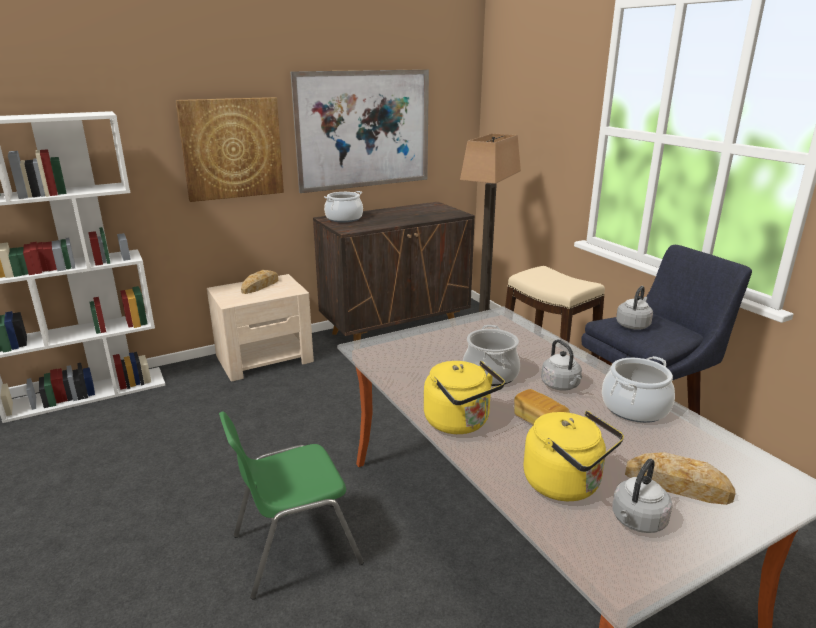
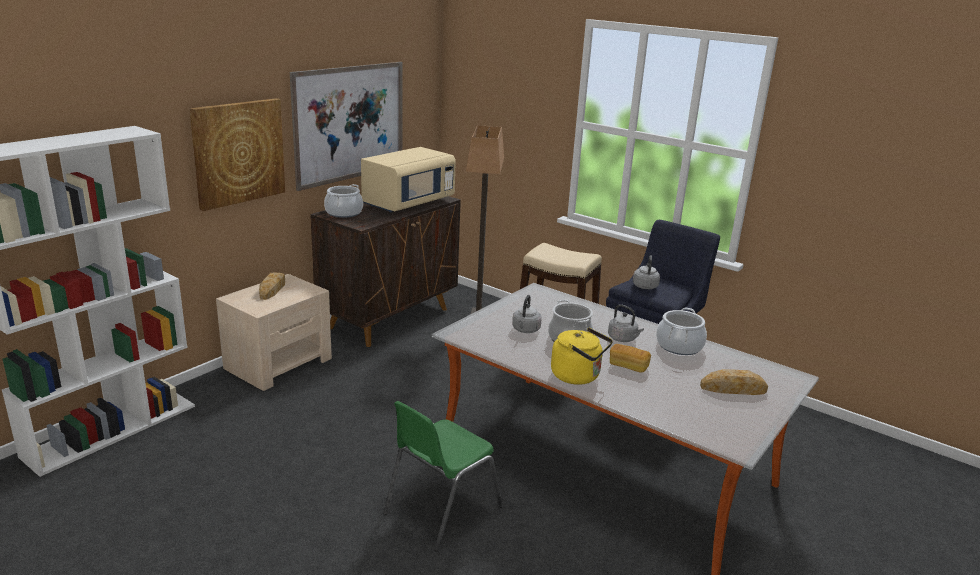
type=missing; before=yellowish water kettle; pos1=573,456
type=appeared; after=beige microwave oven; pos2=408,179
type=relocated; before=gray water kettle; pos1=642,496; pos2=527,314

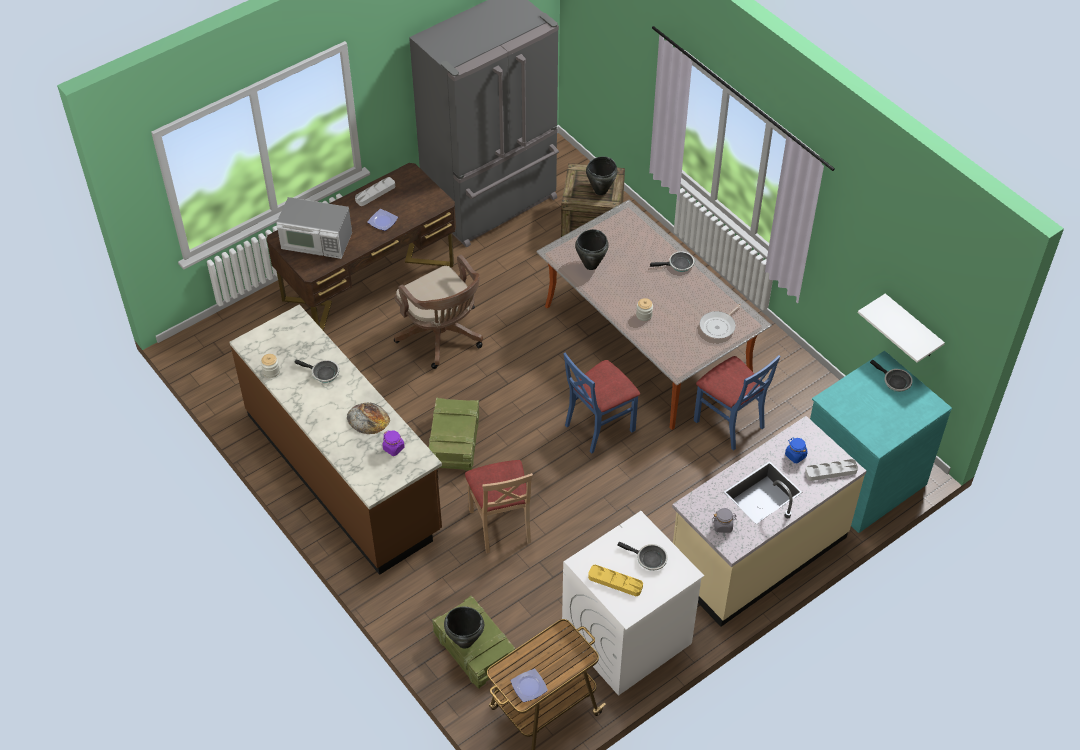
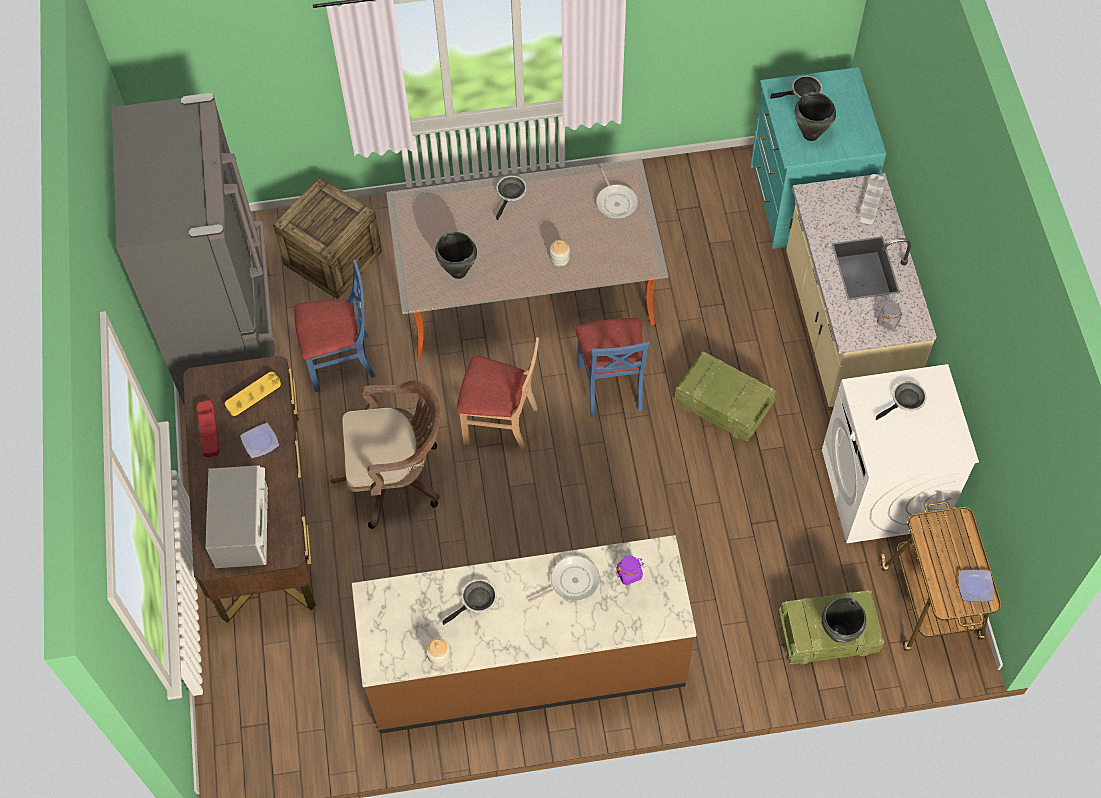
type=missing; before=bluish storage jar; pos1=796,450
type=missing; before=white-coloured shelf; pos1=901,328
type=relocated; before=crate; pos1=454,434; pos2=725,397
type=relocated; before=beige chair; pos1=499,506; pos2=498,395
type=relocated; before=black-coloured cooking pot; pos1=601,175; pos2=815,116
type=relocated; before=yellowish serving tray; pos1=615,580; pos2=253,394
type=relocated; before=bluish chair; pos1=737,403; pos2=334,326
type=exchanged; before=bread; after=frying pan; pos1=368,418; pos2=564,579
type=colour; before=gray serving tray; after=reddish serving tray; pos1=375,191; pos2=208,428
type=spun; before=microwave oven; pos1=314,228; pos2=236,516; turn=-45

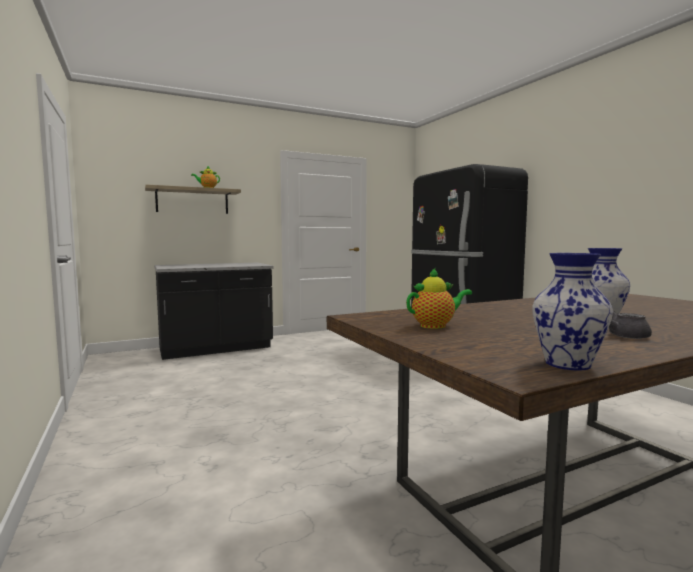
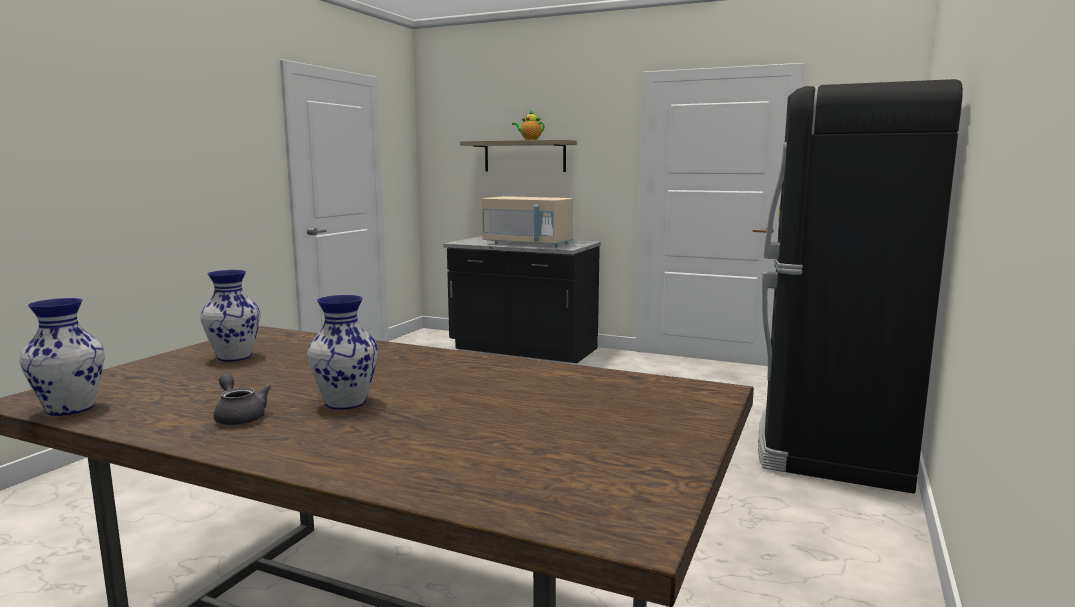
type=appeared; after=beige microwave oven; pos2=527,221
type=exchanged; before=teapot; after=flower vase; pos1=439,298; pos2=230,316

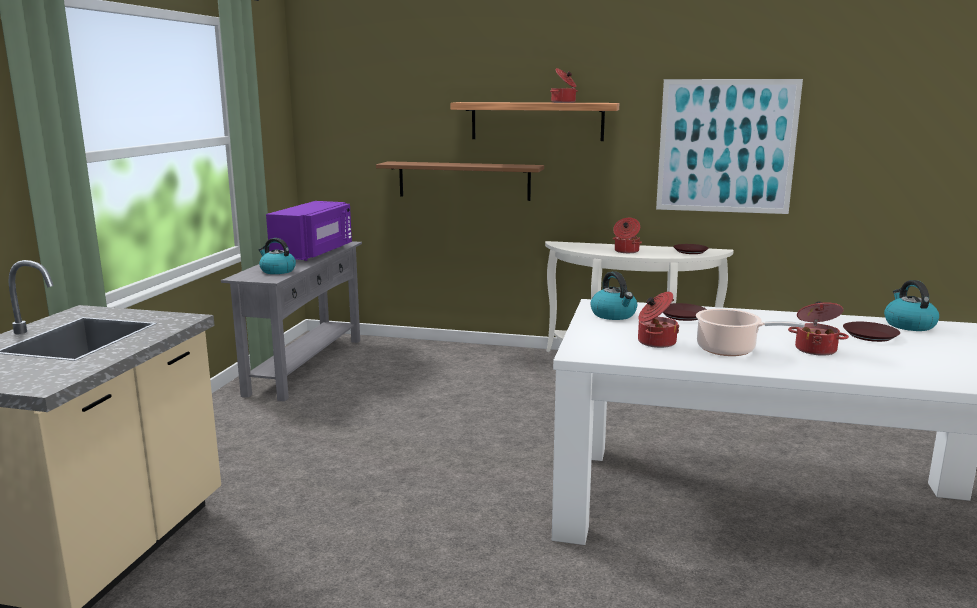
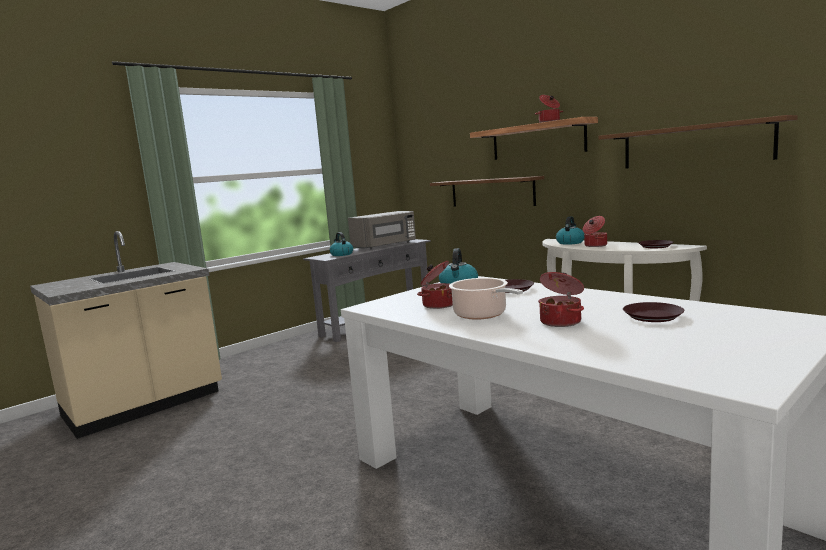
type=relocated; before=water kettle; pos1=911,305; pos2=570,230
type=exchanged; before=wall art; after=brown-coloured shelf; pos1=729,146; pos2=698,142
type=colour; before=purplish microwave oven; after=gray microwave oven; pos1=309,231; pos2=382,230

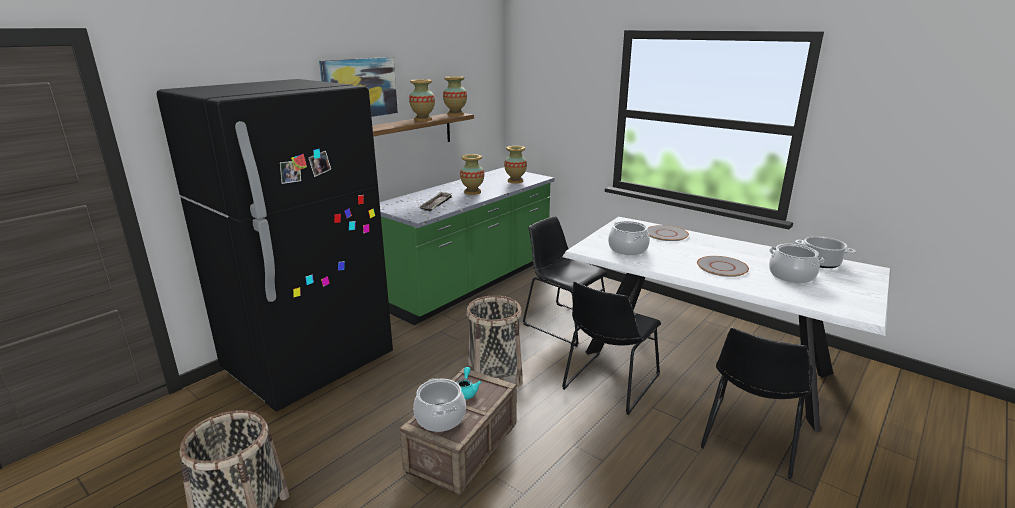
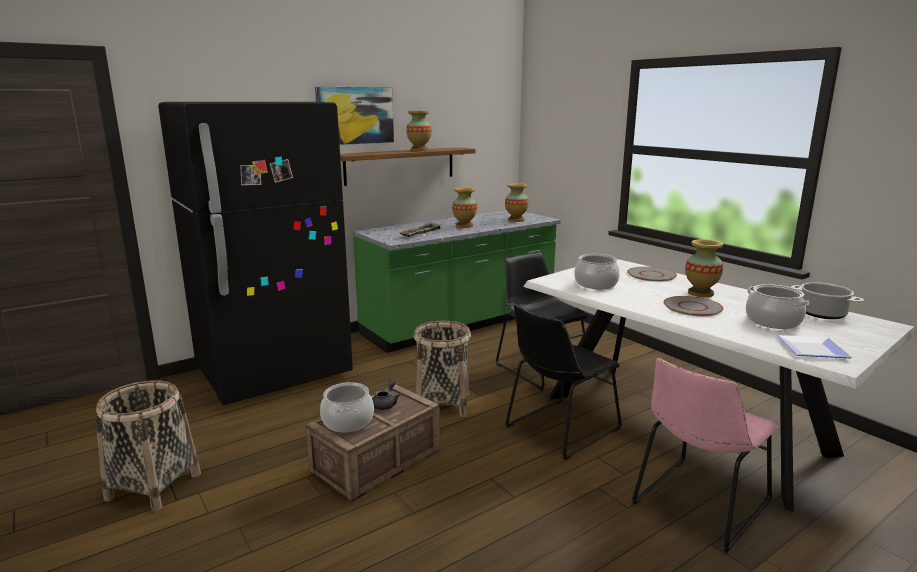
type=appeared; after=plate; pos2=814,346
type=relocated; before=flower vase; pos1=455,96; pos2=704,268
type=colour; before=turquoise teapot; after=gray teapot; pos1=469,383; pos2=386,395
type=colour; before=black-coloured chair; after=pinkish chair; pos1=757,403; pos2=705,455

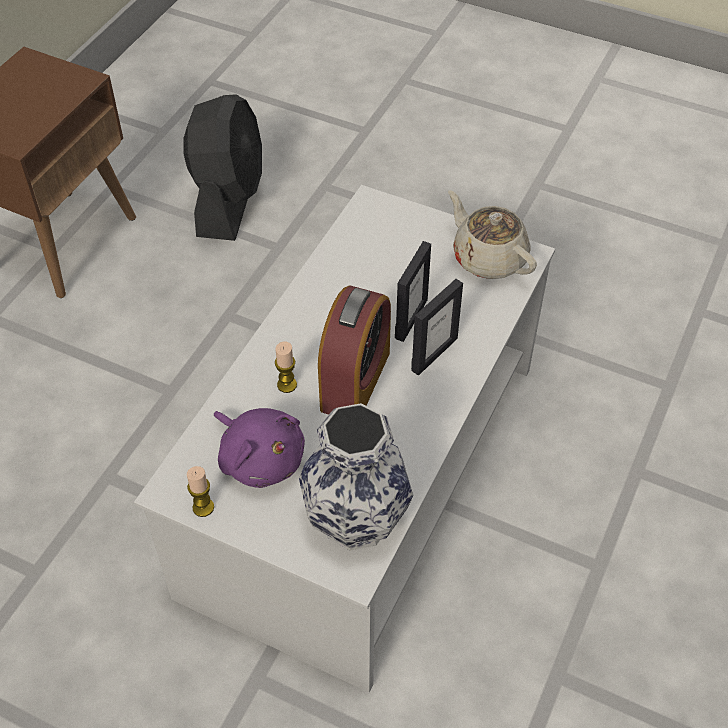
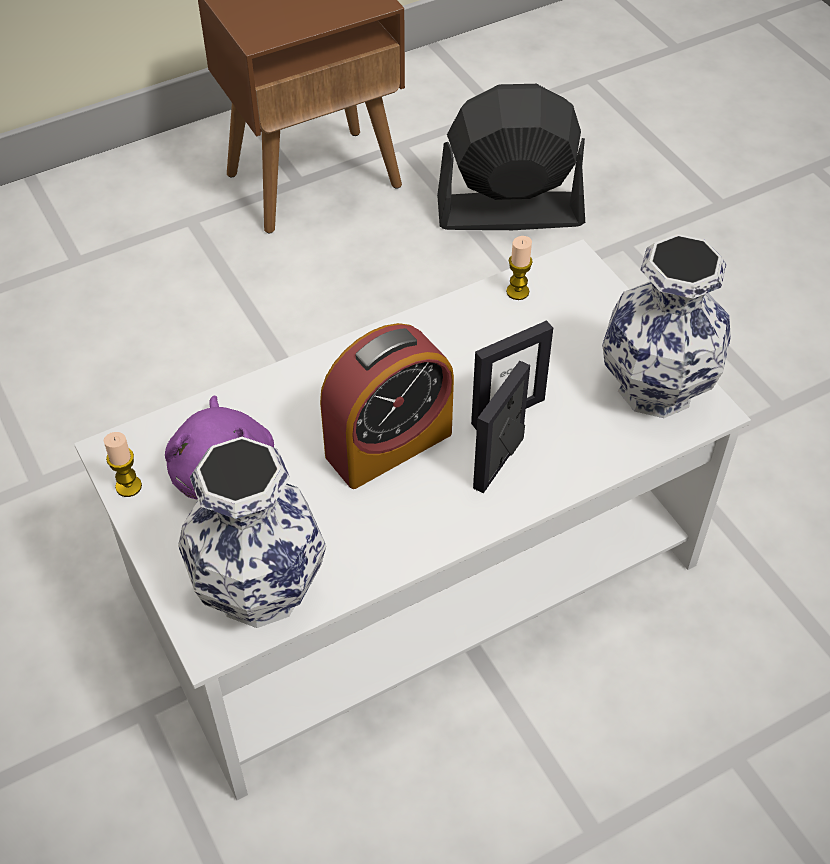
type=relocated; before=wax light; pos1=286,367; pos2=519,268
type=exchanged; before=beige teapot; after=flower vase; pos1=492,234; pos2=666,326
type=spun; before=black-coloured electric fan; pos1=222,167; pos2=511,157; turn=-135
type=spun; before=photo frame; pos1=437,327; pos2=501,427; turn=135

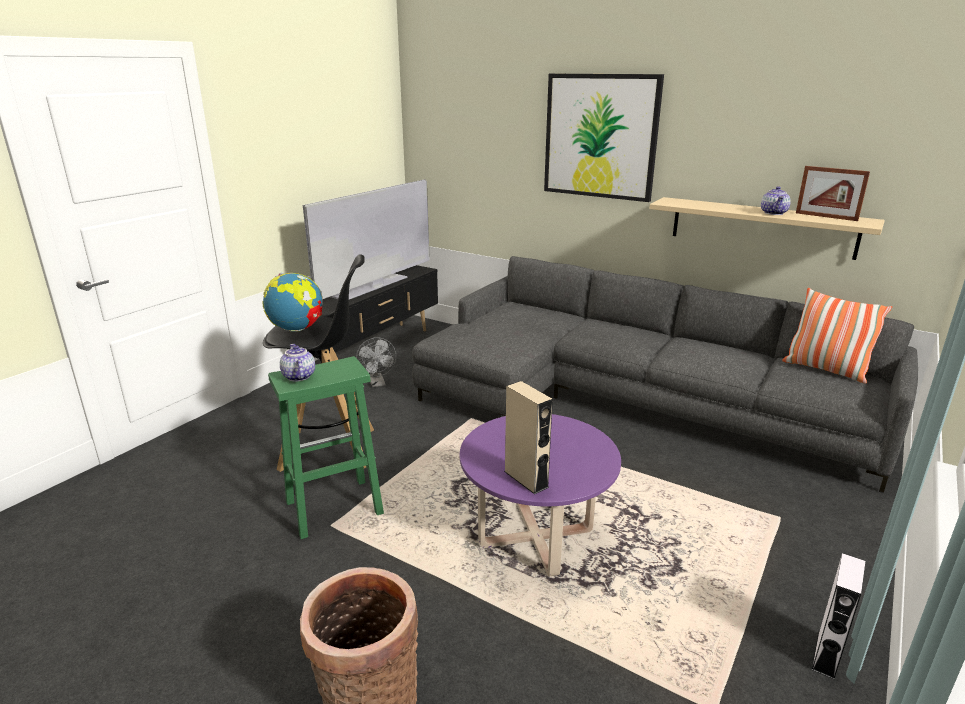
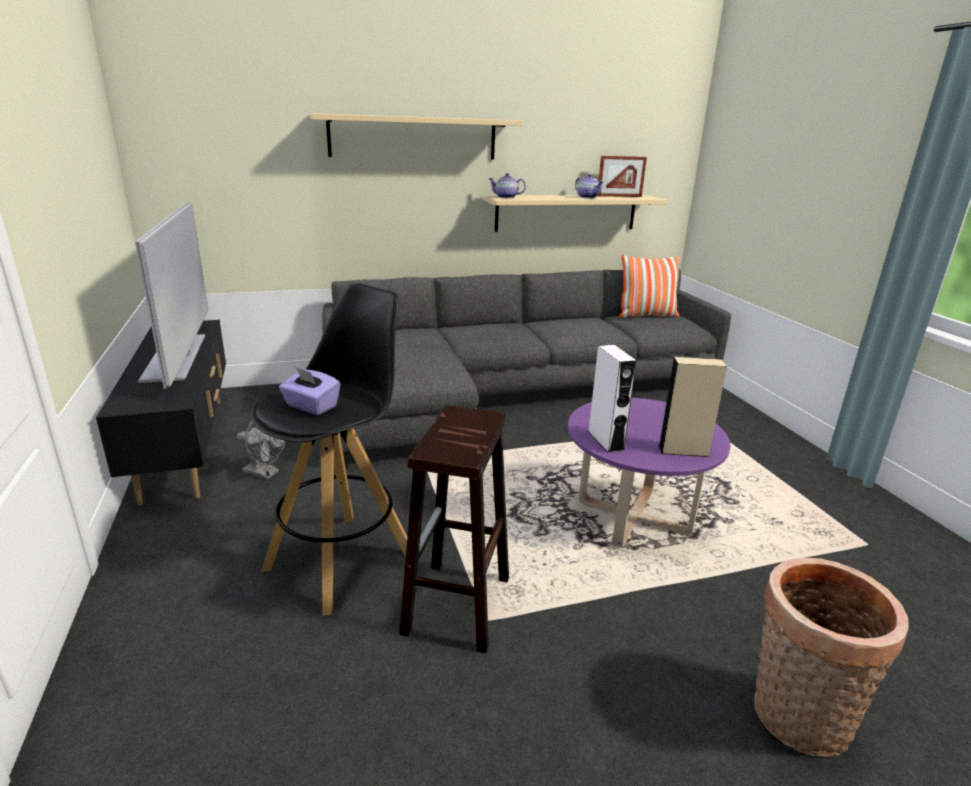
type=relocated; before=teapot; pos1=297,363; pos2=508,185
type=relocated; before=white-coloured loudspeaker; pos1=838,616; pos2=612,399
type=exchanged; before=world globe; after=purplish tissue holder; pos1=292,302; pos2=309,391
type=exchanged; before=wall art; after=beige shelf; pos1=604,138; pos2=416,136
type=colour; before=green-coloured stool; after=brown-coloured stool; pos1=326,447; pos2=454,529

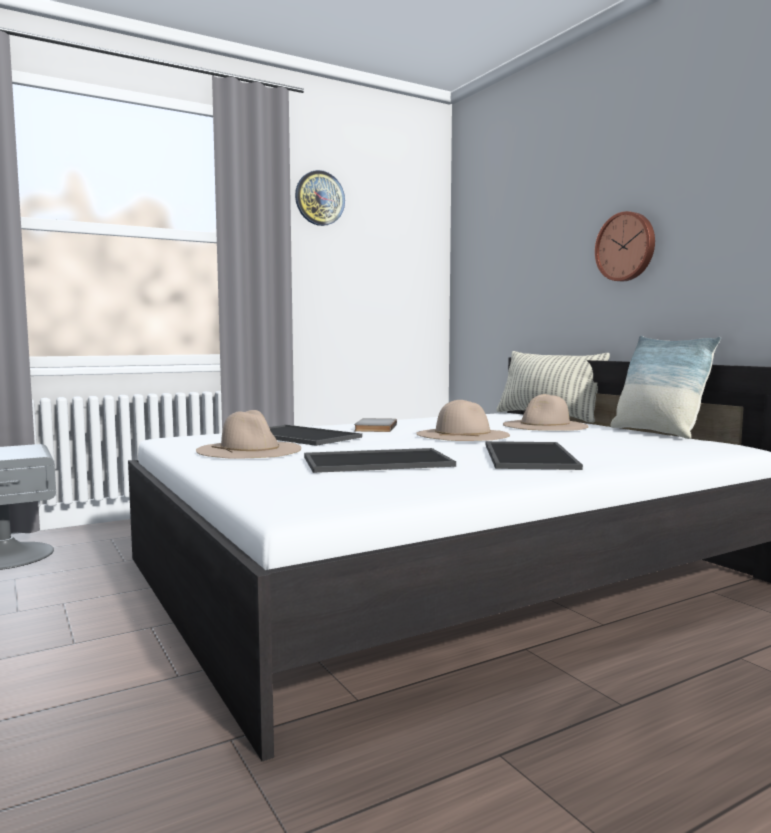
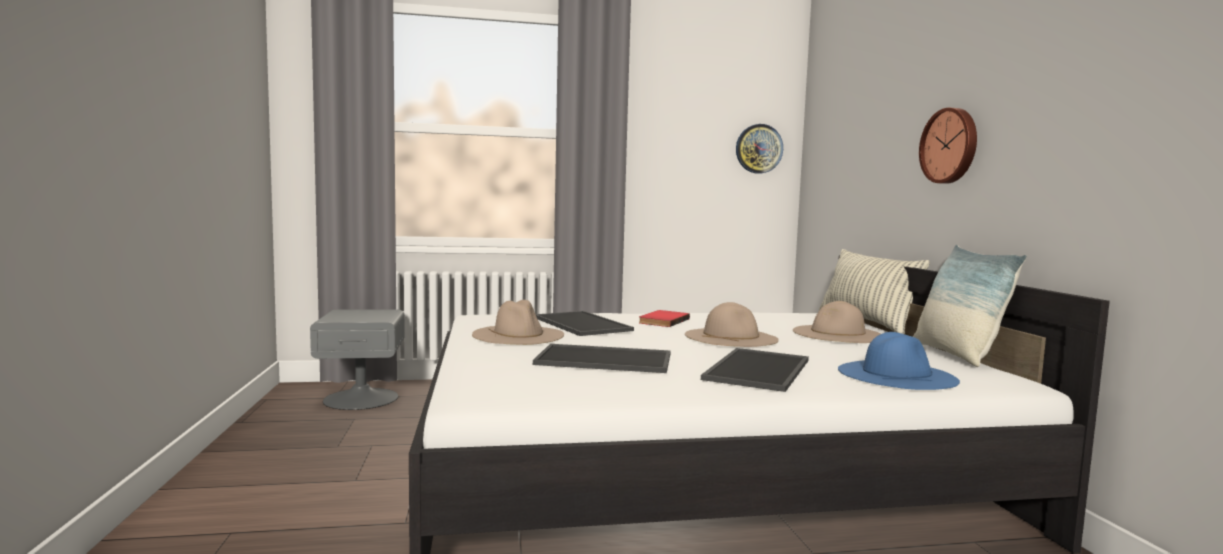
type=appeared; after=bluish hat; pos2=899,361
type=relocated; before=hanging clock; pos1=320,198; pos2=759,149
type=colour; before=gray volume; after=reddish volume; pos1=375,425; pos2=664,318

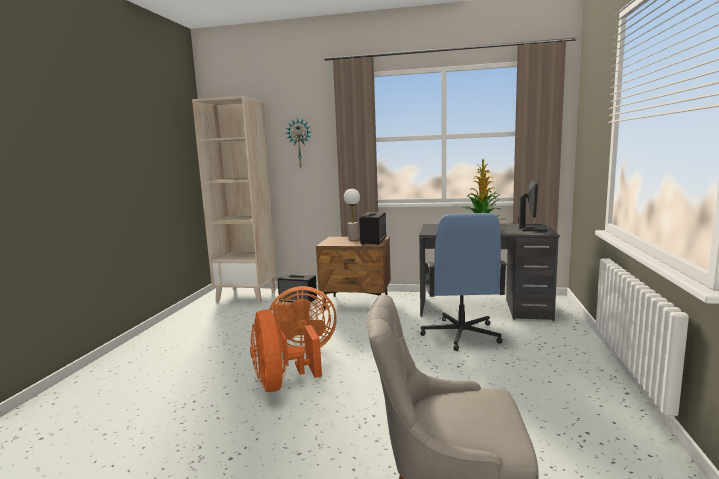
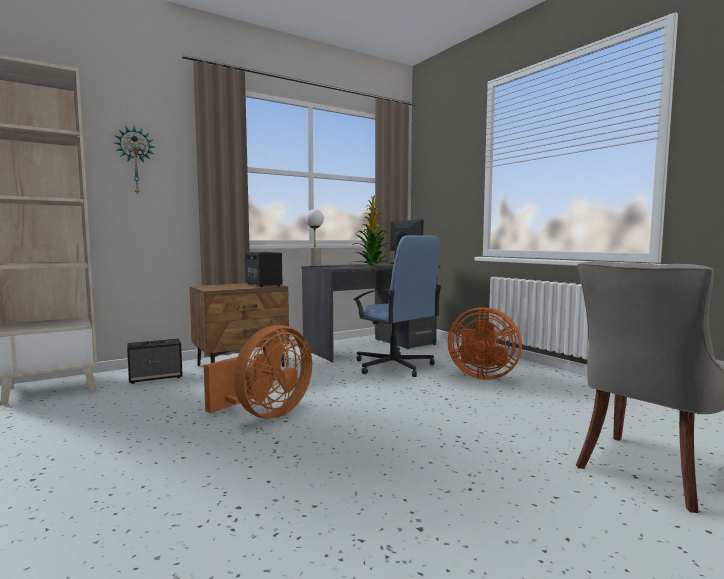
type=relocated; before=orange-coloured electric fan; pos1=286,351; pos2=485,343
type=relocated; before=table lamp; pos1=352,214; pos2=315,237

